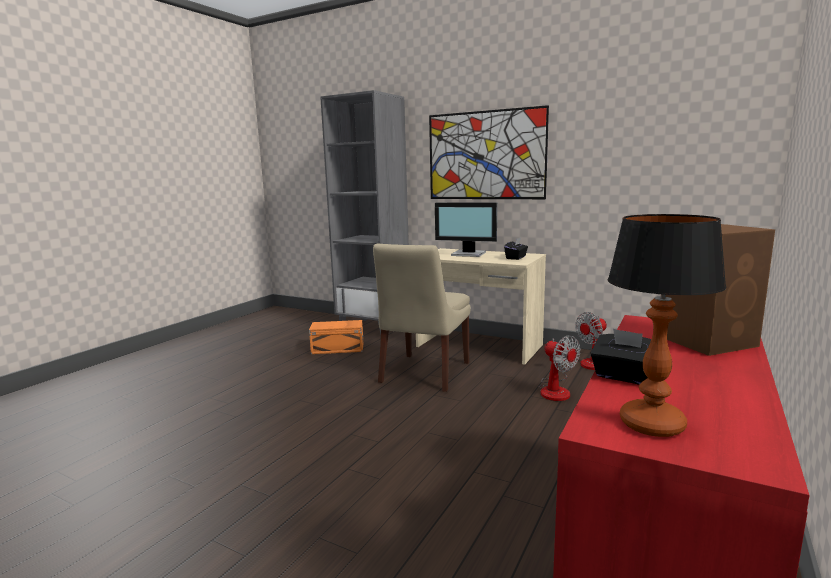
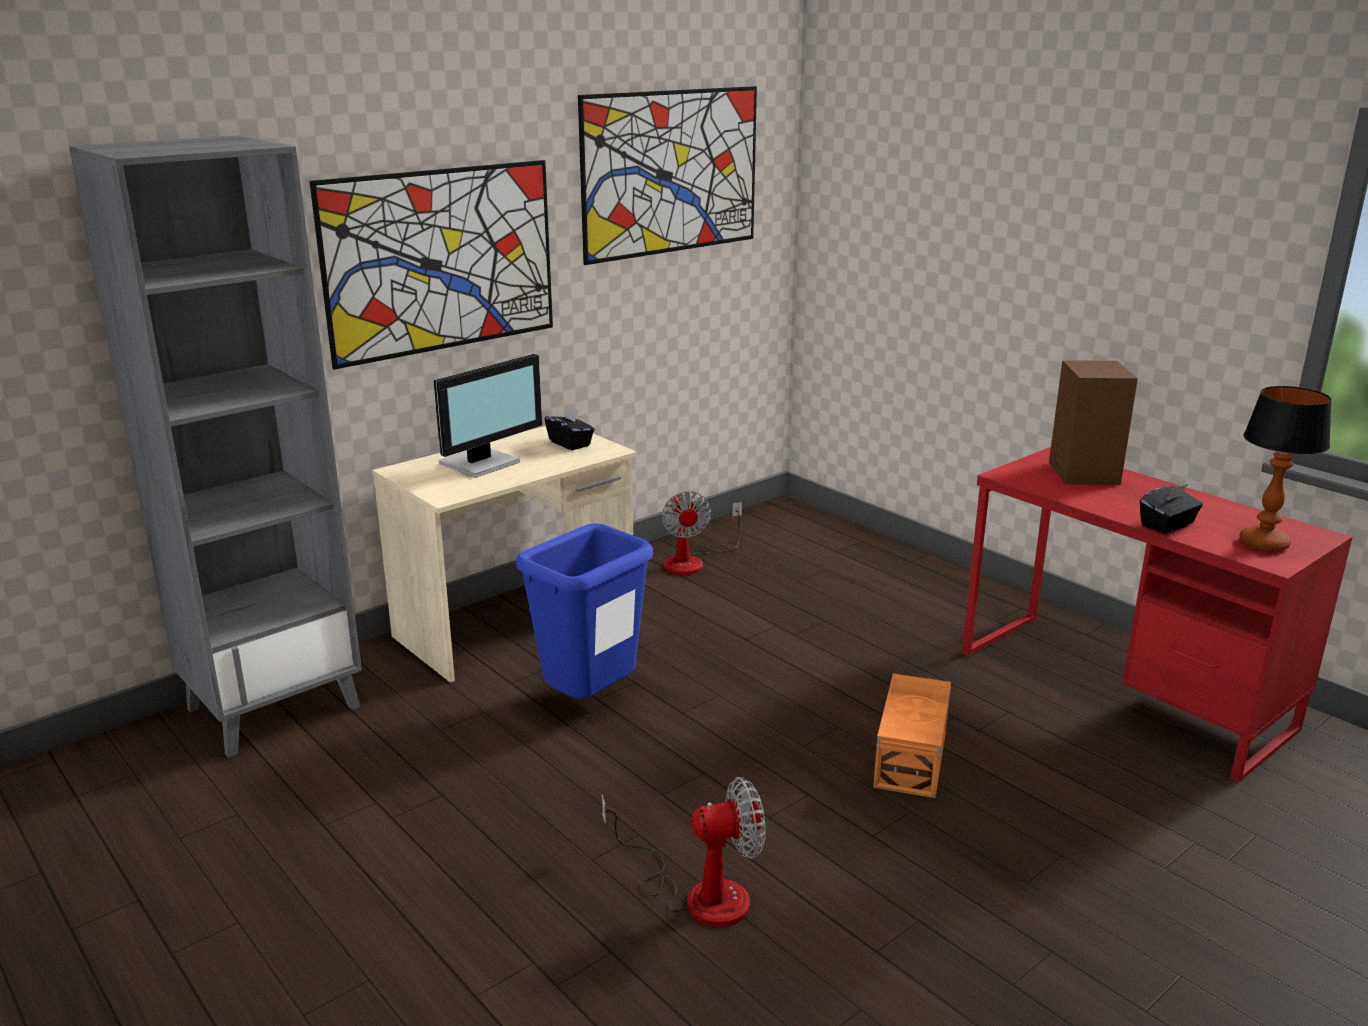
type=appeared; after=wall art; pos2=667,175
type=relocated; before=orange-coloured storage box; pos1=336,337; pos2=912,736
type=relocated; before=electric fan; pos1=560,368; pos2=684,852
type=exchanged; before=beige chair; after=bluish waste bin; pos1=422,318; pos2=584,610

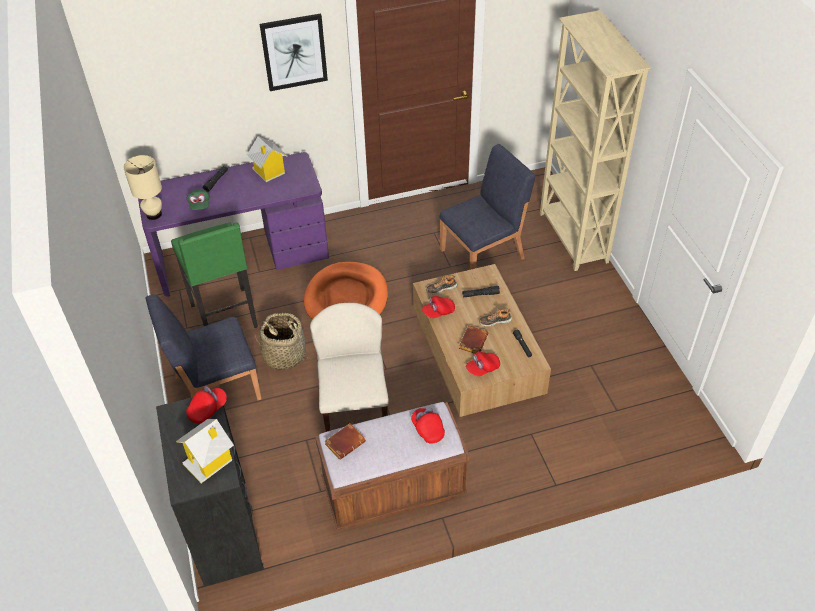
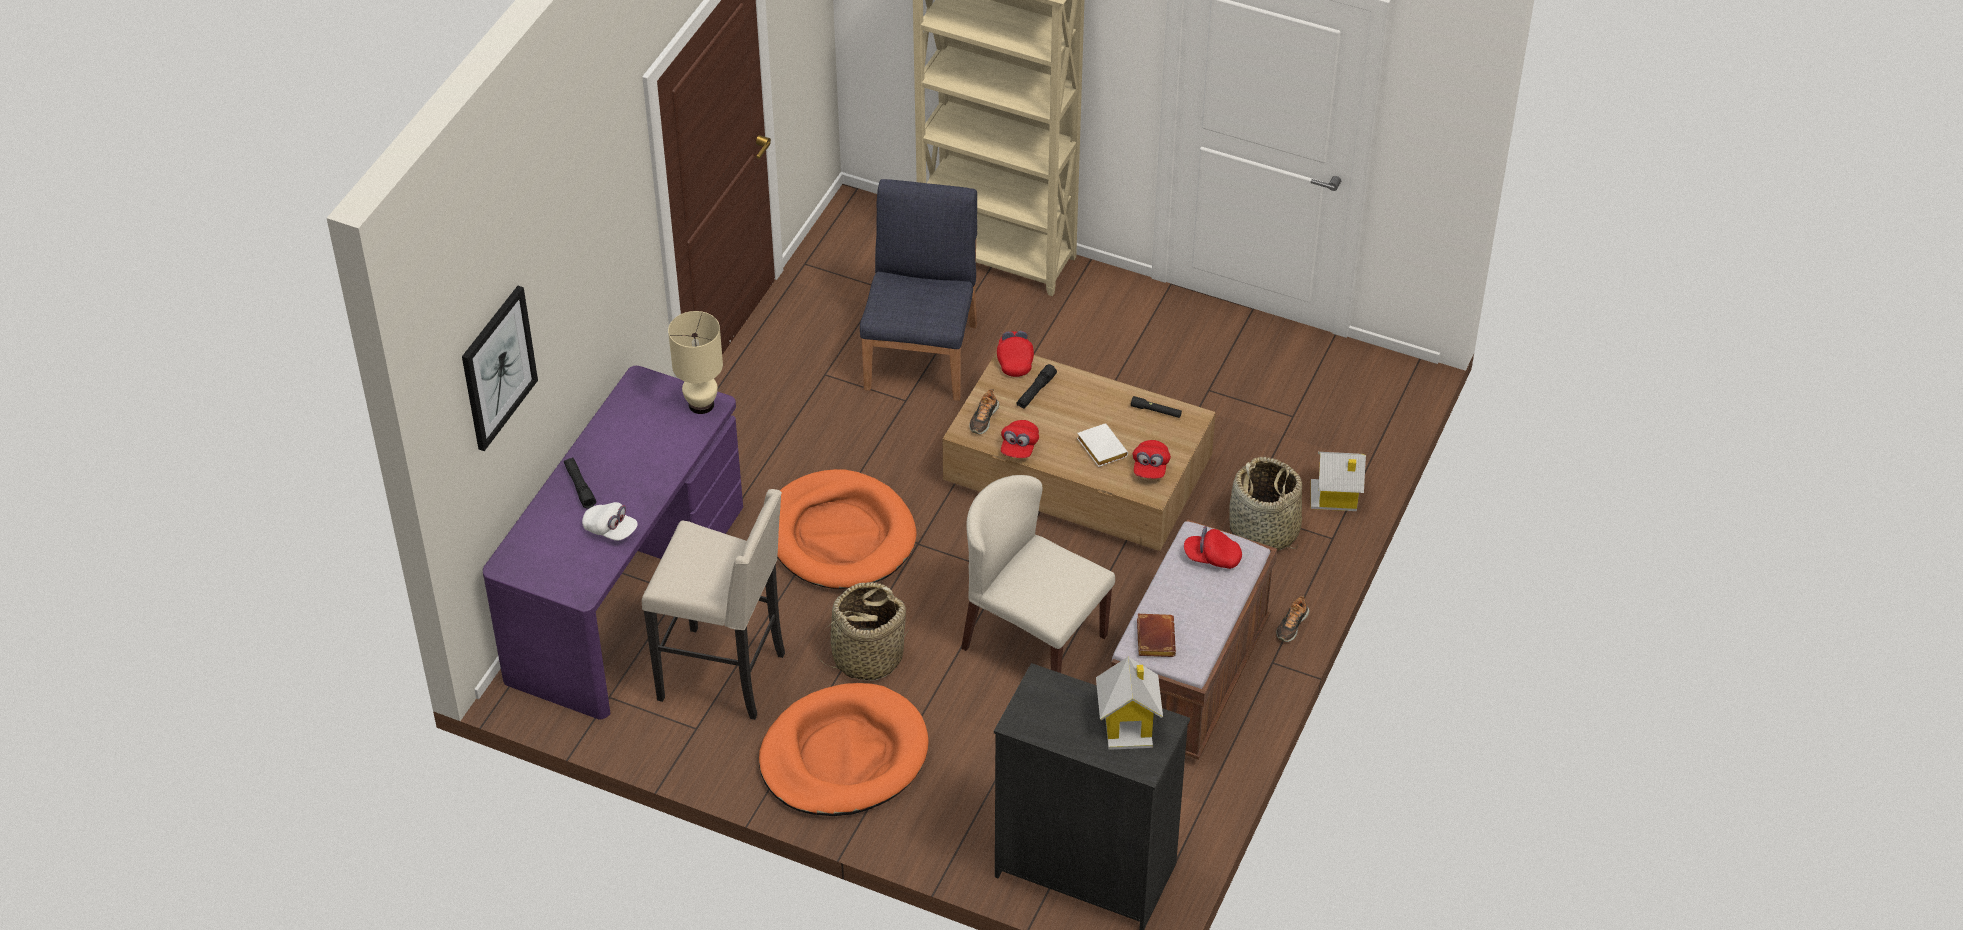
type=appeared; after=basket; pos2=1265,504
type=relocated; before=beige table lamp; pos1=142,187; pos2=695,362
type=relocated; before=reddish cap; pos1=206,405; pos2=1015,354
type=relocated; before=miniature house; pos1=267,159; pos2=1338,481
type=relocated; before=wall art; pos1=294,52; pos2=500,368
type=relocated; before=shoe; pos1=495,318; pos2=1292,619
type=exchanged; before=bluish chair; after=orange-coloured dog cushion; pos1=204,347; pos2=844,749
type=colour; before=green-coloured stool; after=beige stool; pos1=214,275; pos2=713,604
type=colour; before=green-coloured cap; after=white-coloured cap; pos1=198,199; pos2=610,521
type=colour; before=brown-coloured volume; after=white-coloured volume; pos1=473,339; pos2=1102,445

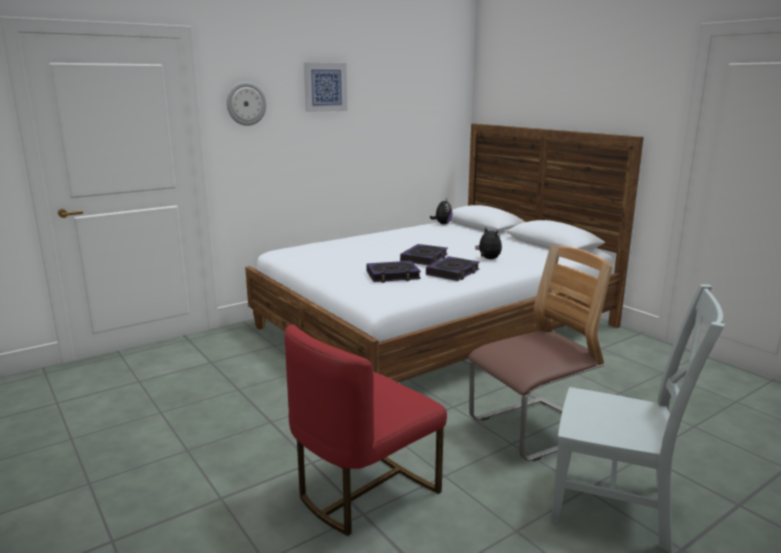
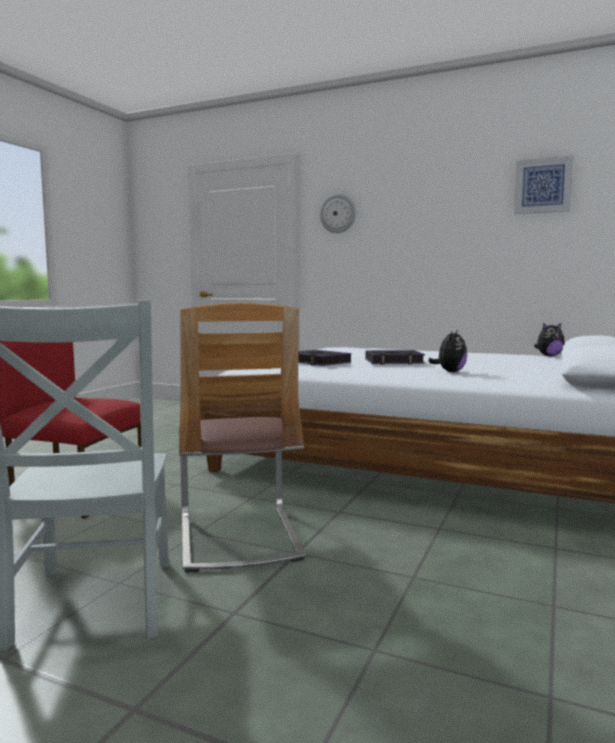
type=missing; before=volume; pos1=453,268
type=relocated; before=wall art; pos1=325,87; pos2=543,184
type=spun; before=chair; pos1=540,353; pos2=242,437; turn=45

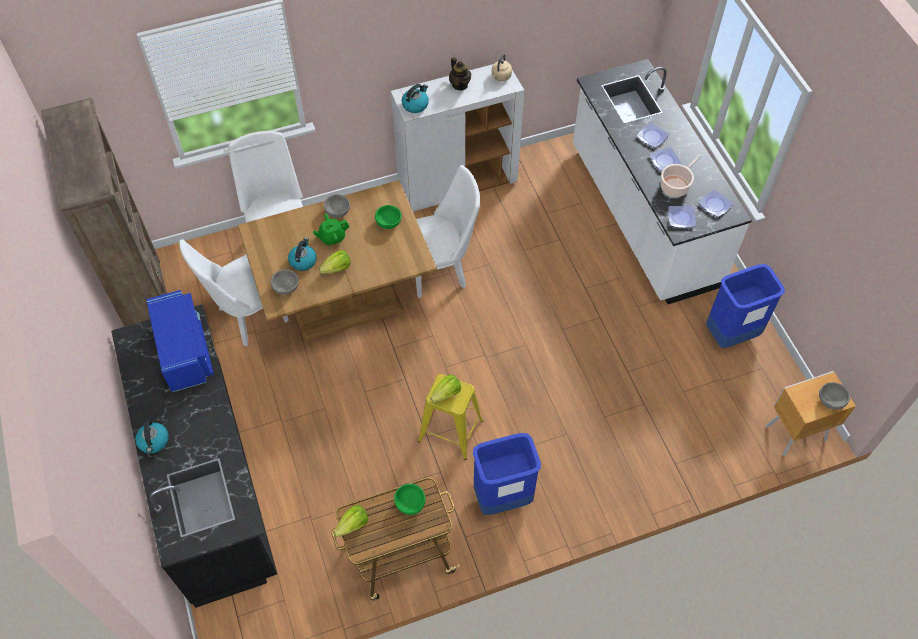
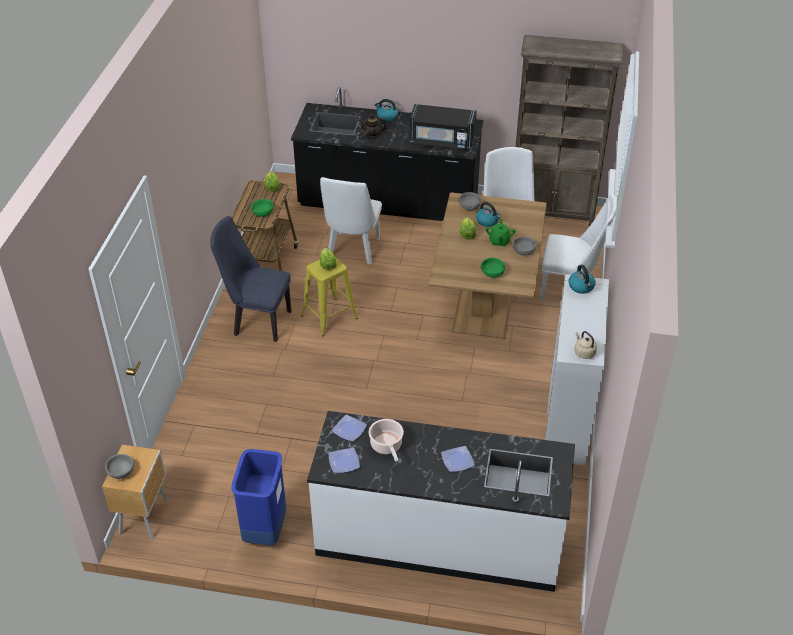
type=missing; before=plate; pos1=665,159
type=relocated; before=white-coloured chair; pos1=447,231; pos2=351,221
type=relocated; before=teapot; pos1=460,73; pos2=373,127
type=exchanged; before=bluish waste bin; after=bluish chair; pos1=507,474; pos2=250,279
type=colour; before=bluish microwave oven; after=black-coloured microwave oven; pos1=180,341; pos2=443,127

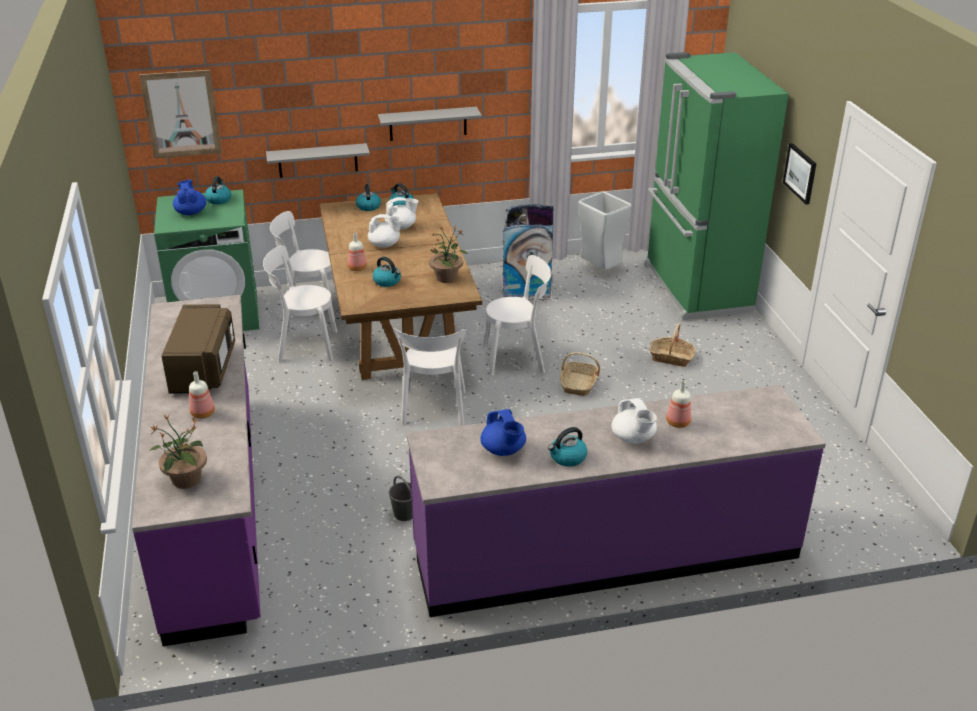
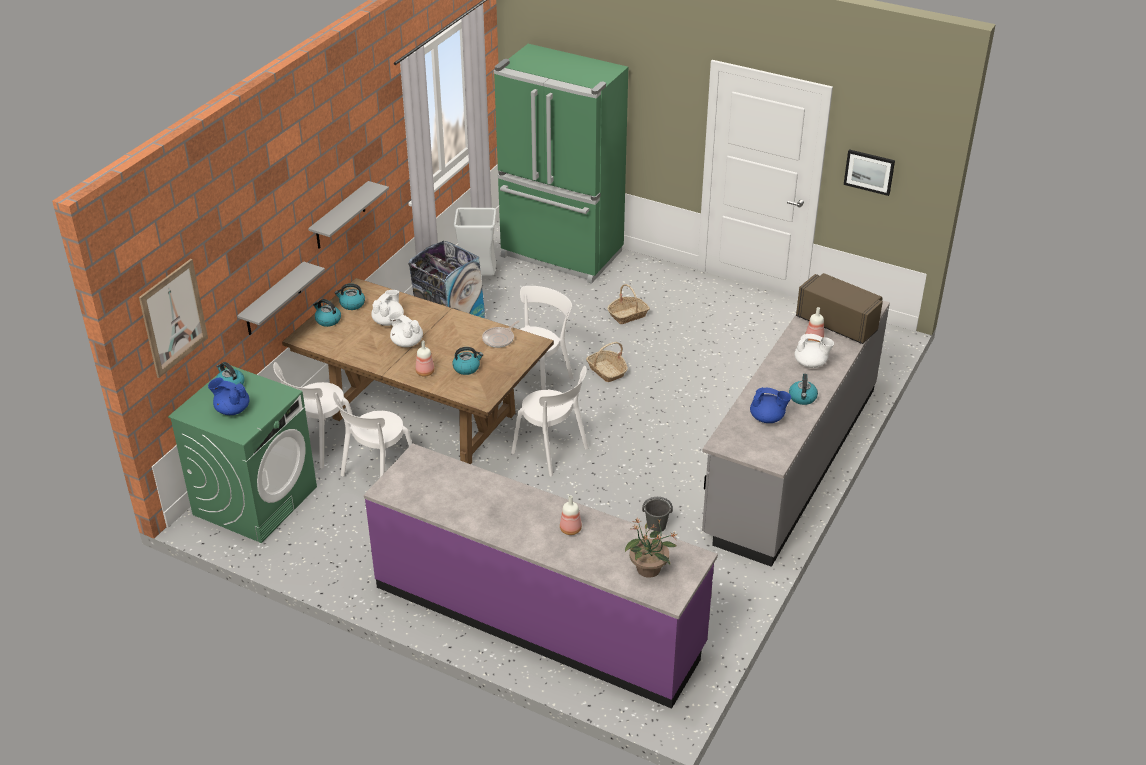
type=relocated; before=brown-coloured microwave oven; pos1=198,349; pos2=839,308
type=relocated; before=wall art; pos1=799,174; pos2=869,172
type=exchanged; before=potted plant; after=frying pan; pos1=448,254; pos2=501,334
type=colour; before=purplish kitchen base unit; after=gray kitchen base unit; pos1=616,501; pos2=796,433
type=spun; before=white-coloured teapot; pos1=385,230; pos2=405,329; turn=-90

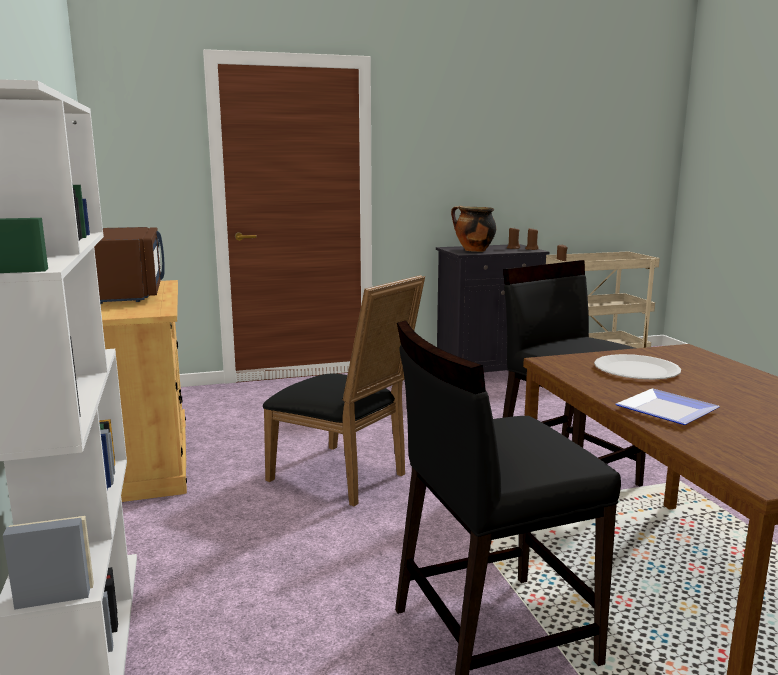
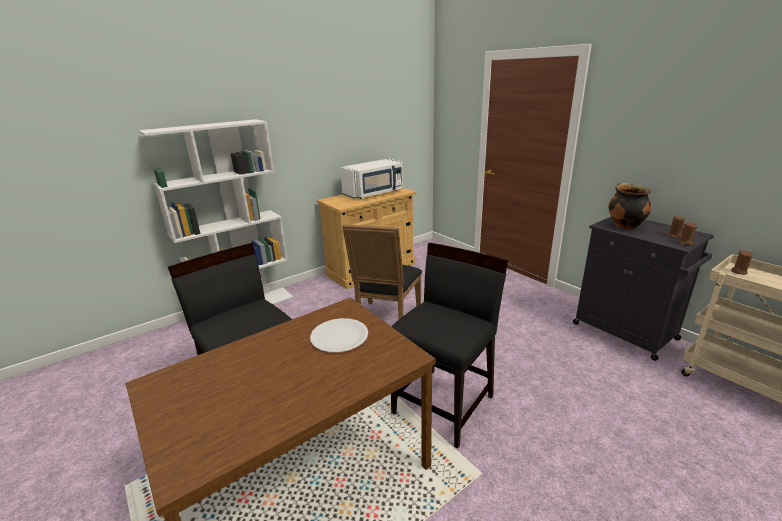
type=missing; before=plate; pos1=668,407
type=colour; before=brown-coloured microwave oven; after=white-coloured microwave oven; pos1=129,265; pos2=371,179

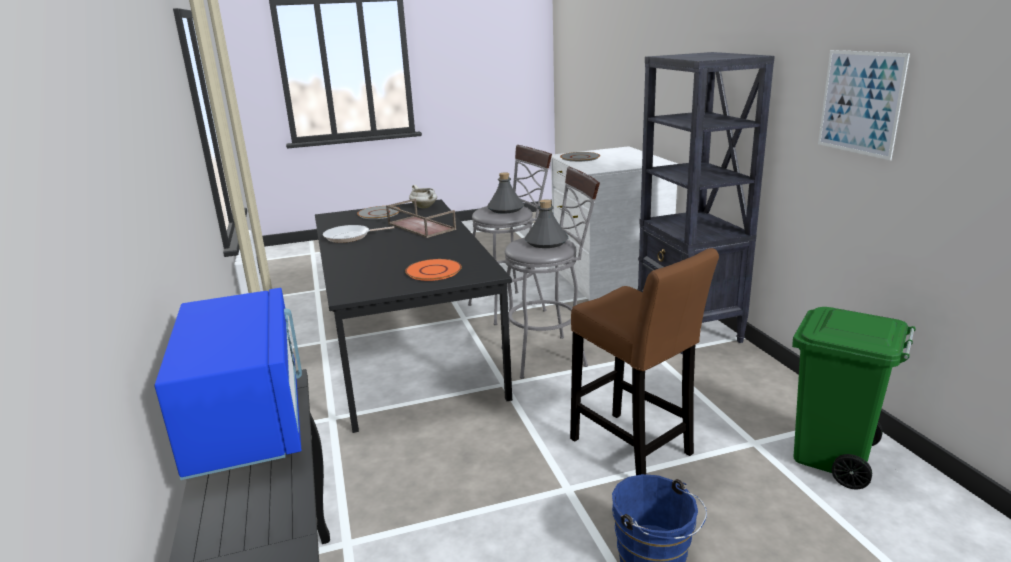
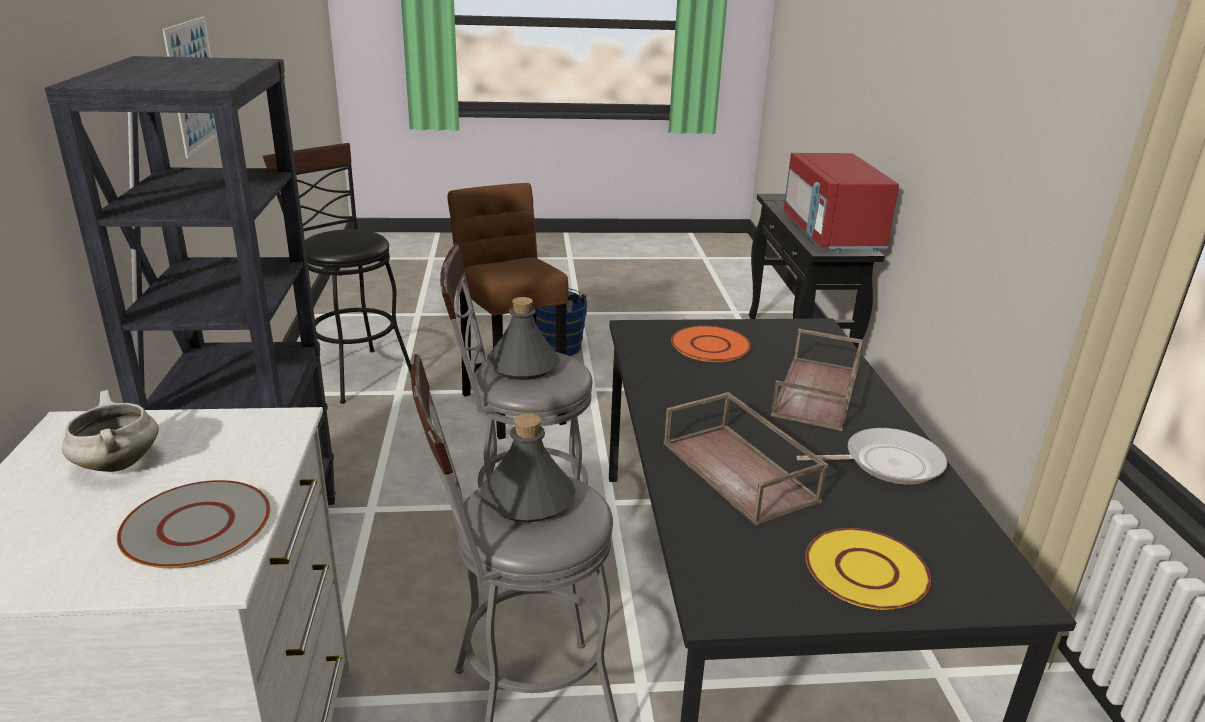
type=appeared; after=brown-coloured serving tray; pos2=817,380
type=relocated; before=white-coloured cooking pot; pos1=423,196; pos2=110,431
type=exchanged; before=green-coloured waste bin; after=black-coloured stool; pos1=854,398; pos2=337,273
type=colour; before=bluish microwave oven; after=reddish microwave oven; pos1=228,384; pos2=841,203
type=colour; before=gray plate; after=yellowish plate; pos1=378,212; pos2=868,569

